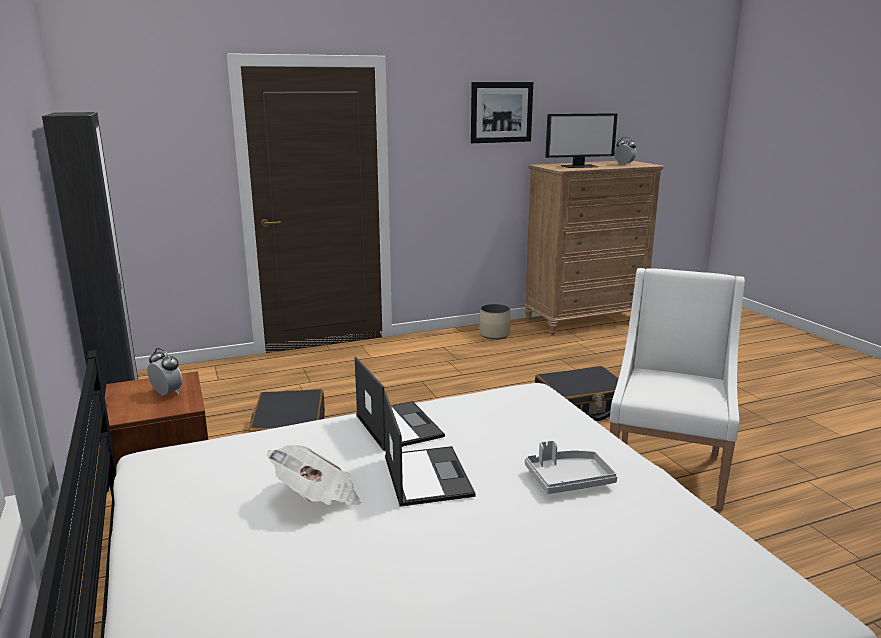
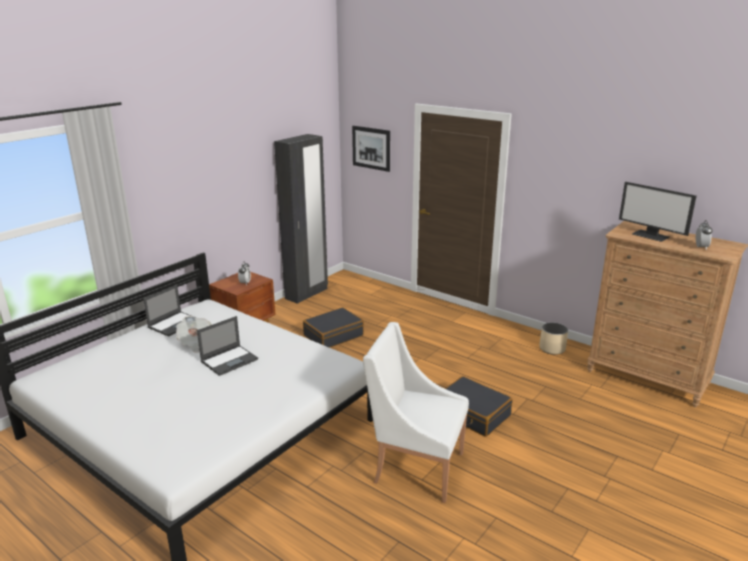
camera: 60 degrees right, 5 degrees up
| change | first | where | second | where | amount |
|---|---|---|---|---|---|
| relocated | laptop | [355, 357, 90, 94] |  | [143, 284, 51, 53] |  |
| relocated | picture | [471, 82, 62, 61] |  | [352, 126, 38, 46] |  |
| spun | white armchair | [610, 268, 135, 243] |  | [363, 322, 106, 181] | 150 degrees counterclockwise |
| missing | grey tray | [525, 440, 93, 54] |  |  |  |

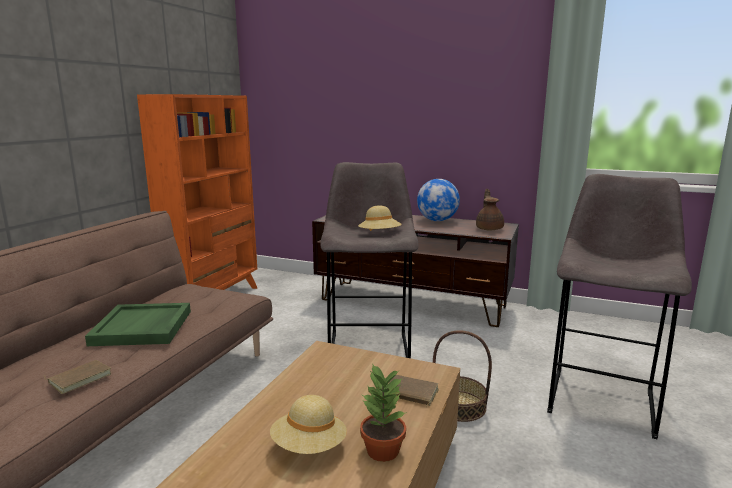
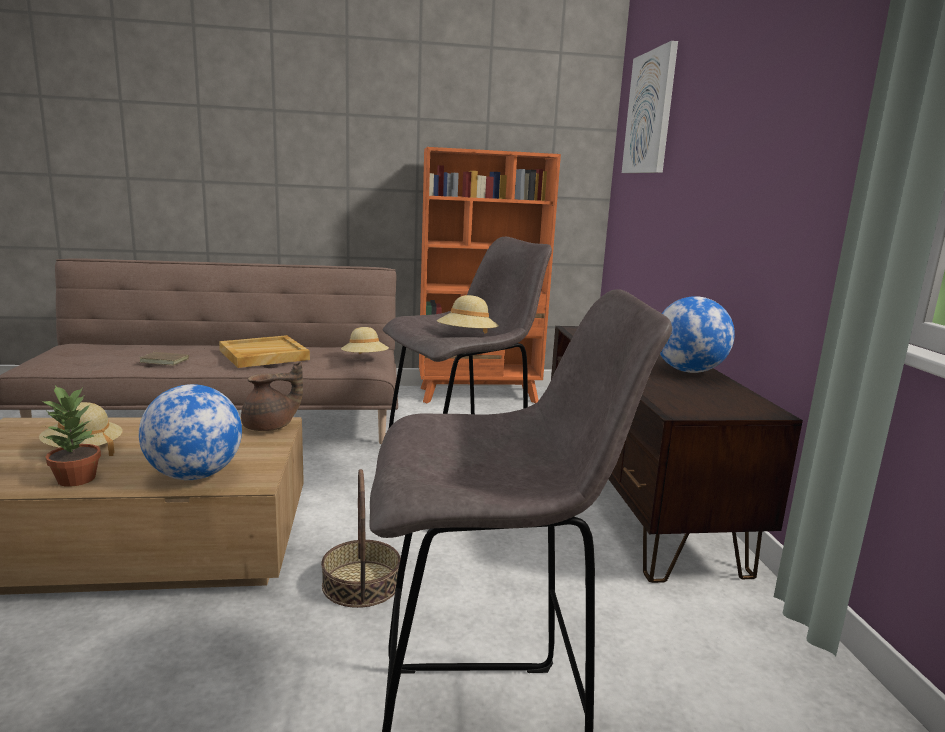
camera: 60 degrees right, 0 degrees up
| change | first | where | second | where | amount |
|---|---|---|---|---|---|
| exchanged | brown book | [388, 375, 51, 33] | globe | [139, 384, 103, 96] |  |
| colour | green tray | [85, 303, 106, 43] | beige tray | [219, 335, 91, 33] |  |
| relocated | brown teapot | [476, 189, 28, 42] |  | [241, 361, 62, 70] |  |
| appeared |  |  | beige hat | [341, 327, 48, 27] |  |
| appeared |  |  | picture | [622, 41, 56, 132] |  |

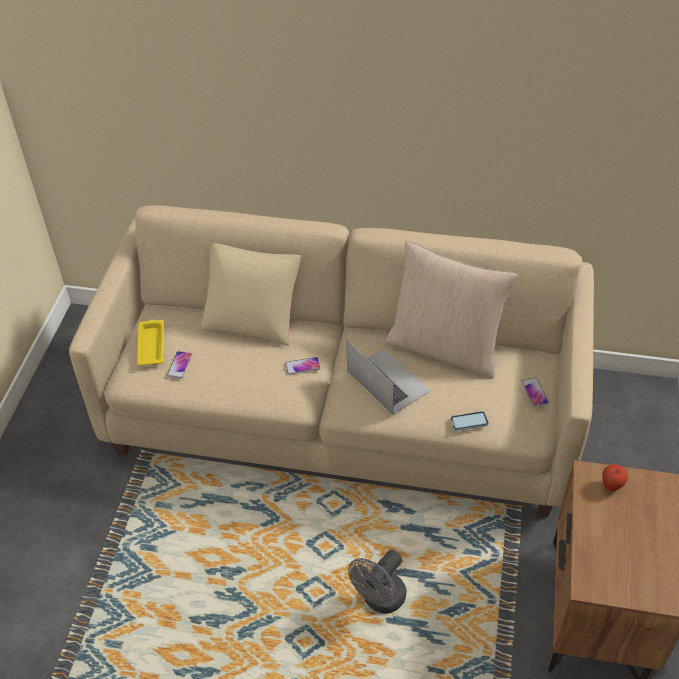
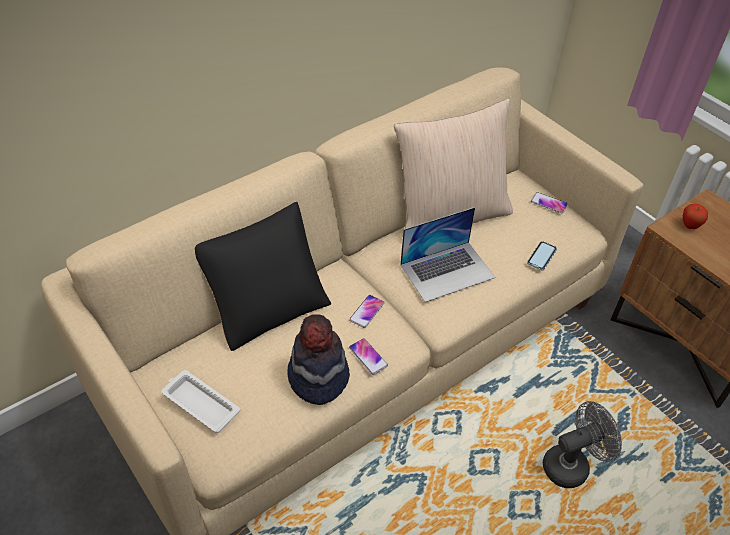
camera: 50 degrees left, 0 degrees up
| change | first | where | second | where | amount |
|---|---|---|---|---|---|
| colour | yellow tray | [137, 319, 27, 47] | white tray | [161, 370, 79, 63] |  |
| colour | beige pillow | [201, 243, 100, 103] | black pillow | [195, 202, 136, 149] |  |
| appeared |  |  | hat | [287, 314, 63, 91] |  |
| relocated | phone | [167, 351, 25, 28] |  | [349, 338, 39, 37] |  |
| spun | laptop | [347, 340, 83, 75] |  | [400, 207, 96, 95] | 150 degrees clockwise |
| spun | grey fan | [348, 550, 58, 64] |  | [543, 401, 79, 87] | 105 degrees counterclockwise |

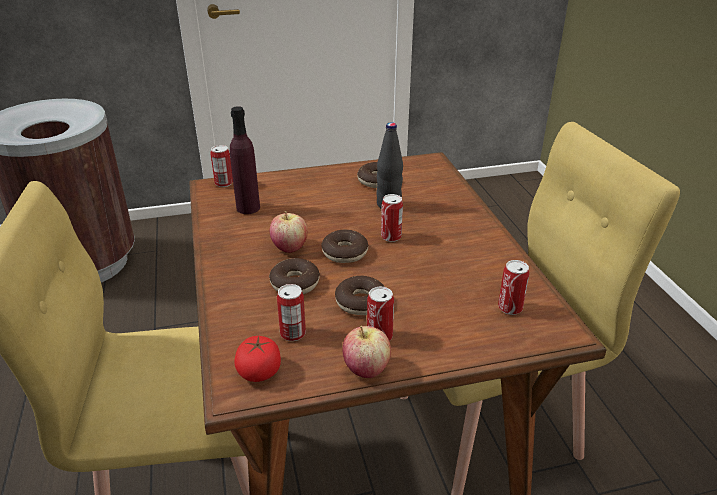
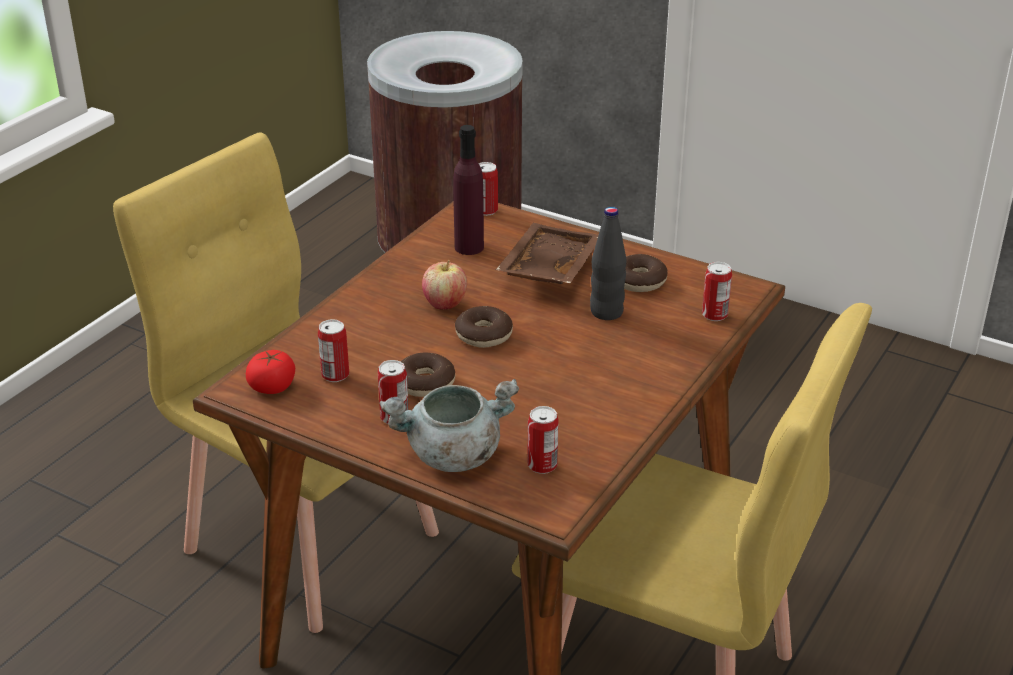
camera: 45 degrees right, 0 degrees up
| change | first | where | second | where | amount |
|---|---|---|---|---|---|
| appeared |  |  | grey cooking pot | [380, 379, 139, 93] |  |
| appeared |  |  | brown tray | [496, 223, 102, 61] |  |
| relocated | can | [381, 194, 22, 48] |  | [702, 262, 30, 59] |  |
| missing | donut | [269, 258, 51, 36] |  |  |  |
| missing | apple | [343, 326, 48, 52] |  |  |  |

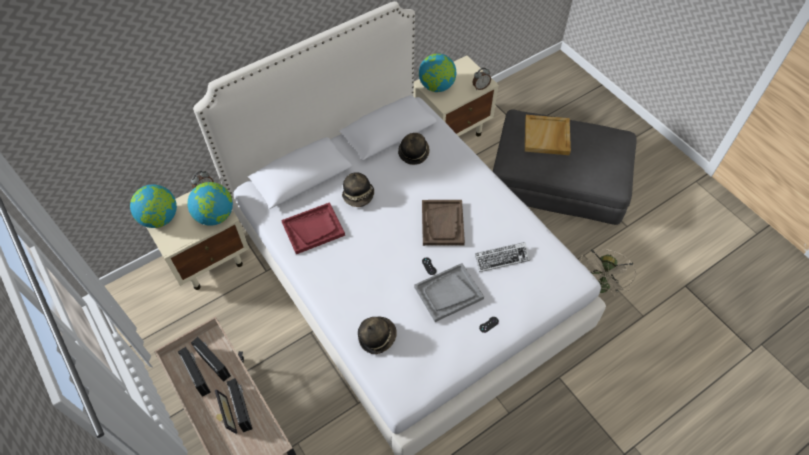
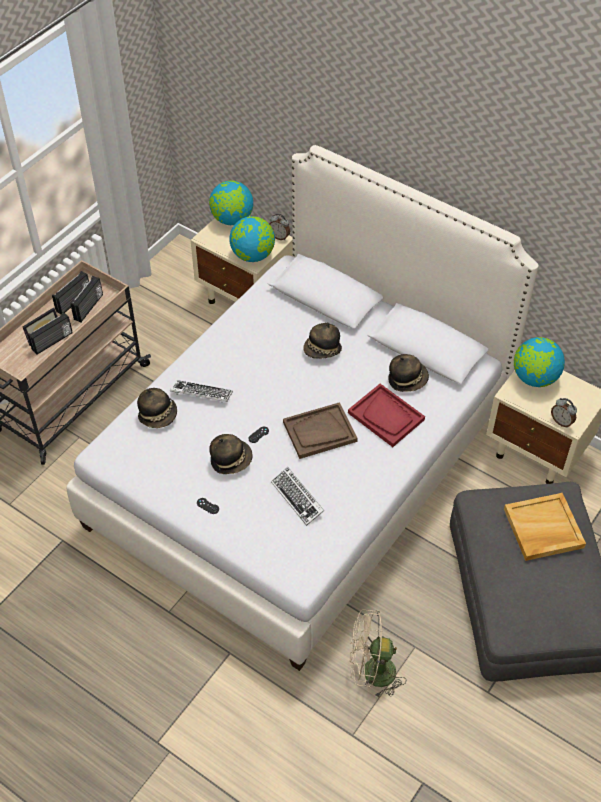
camera: 70 degrees right, 5 degrees down
| change | first | where | second | where | amount |
|---|---|---|---|---|---|
| appeared |  |  | keyboard | [170, 380, 63, 23] |  |
| exchanged | grey tray | [414, 263, 70, 59] | hat | [209, 434, 44, 40] |  |
| relocated | red tray | [281, 202, 64, 52] |  | [348, 384, 77, 63] |  |

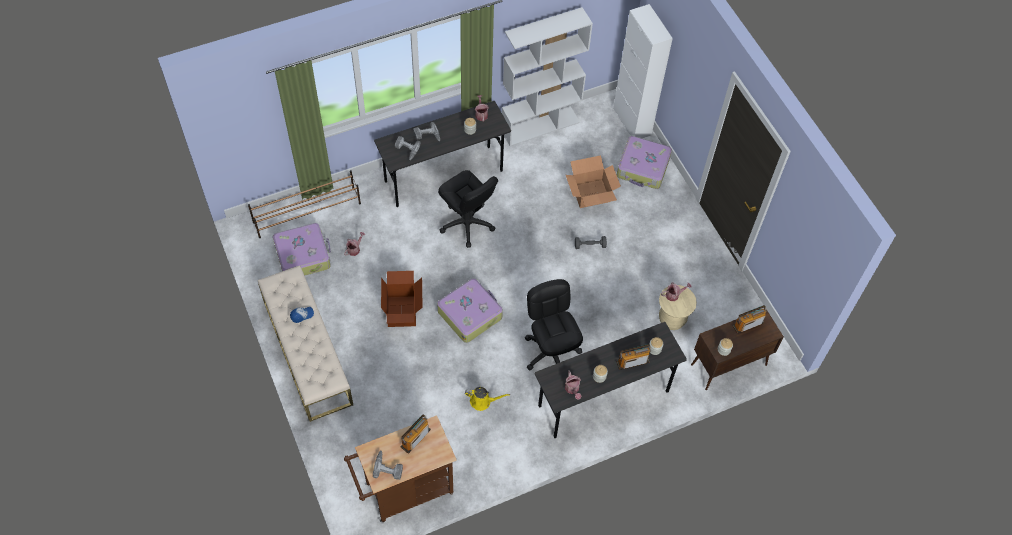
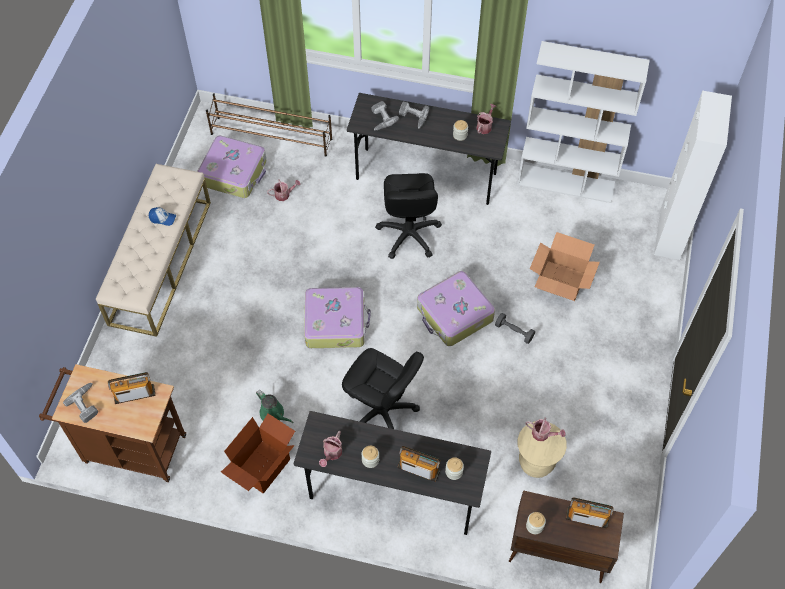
camera: 40 degrees right, 0 degrees up
| change | first | where | second | where | amount |
|---|---|---|---|---|---|
| relocated | cardboard box | [381, 271, 42, 56] |  | [221, 414, 74, 80] |  |
| colour | yellow watering can | [465, 387, 45, 24] | green watering can | [256, 390, 37, 33] |  |
| spun | black office chair | [525, 279, 58, 91] |  | [342, 348, 82, 81] | 105 degrees clockwise |
| relocated | suitcase | [617, 136, 55, 53] |  | [417, 271, 78, 75] |  |

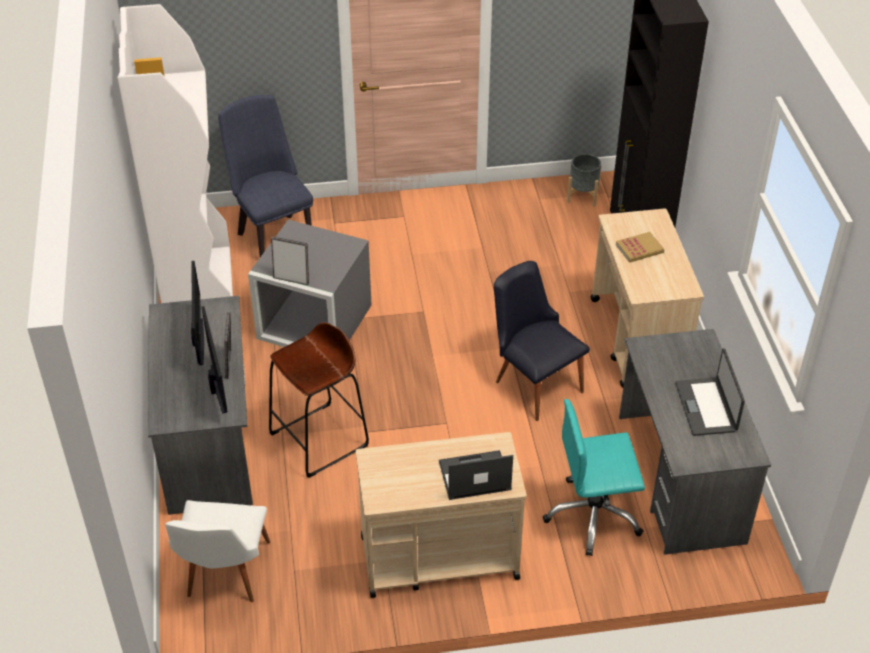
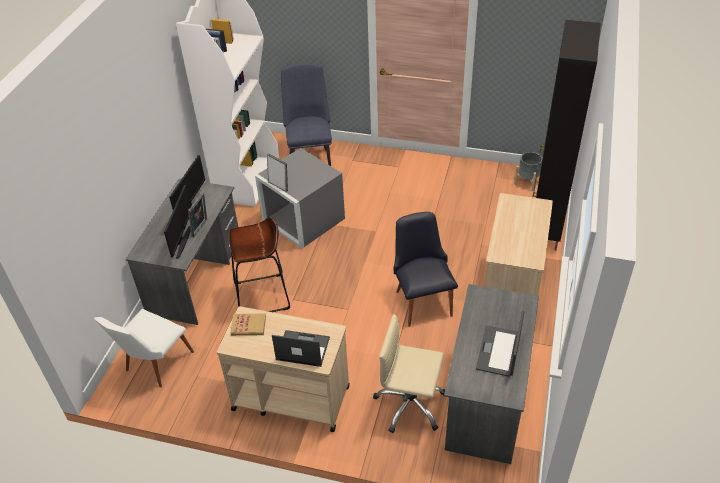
camera: 25 degrees right, 0 degrees up
| change | first | where | second | where | amount |
|---|---|---|---|---|---|
| relocated | book | [616, 232, 48, 31] |  | [230, 314, 36, 22] |  |
| colour | turquoise office chair | [543, 399, 102, 157] | beige office chair | [373, 314, 72, 119] |  |

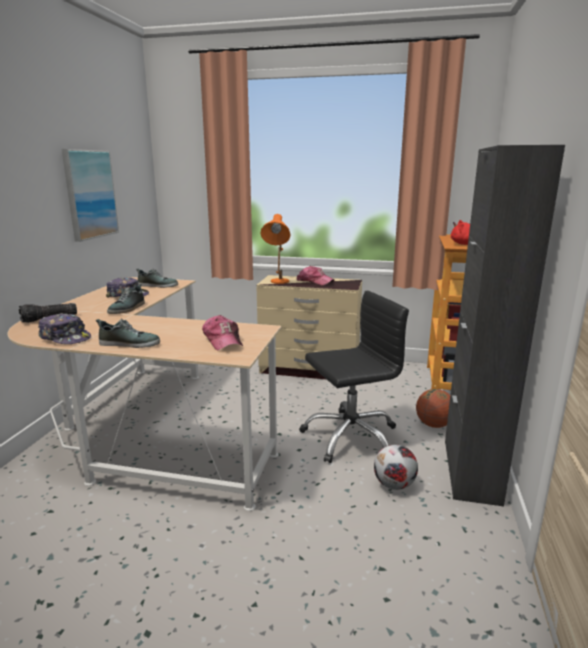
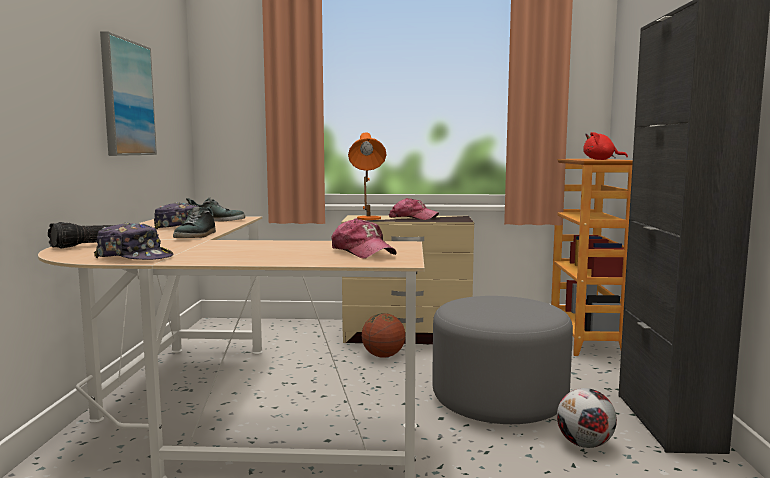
camera: 10 degrees left, 10 degrees down
| change | first | where | second | where | amount |
|---|---|---|---|---|---|
| relocated | basketball | [416, 389, 34, 39] |  | [362, 313, 43, 45] |  |
| exchanged | black office chair | [300, 290, 109, 173] | grey ottoman | [432, 296, 141, 128] |  |
| missing | shoe | [96, 319, 64, 29] |  |  |  |

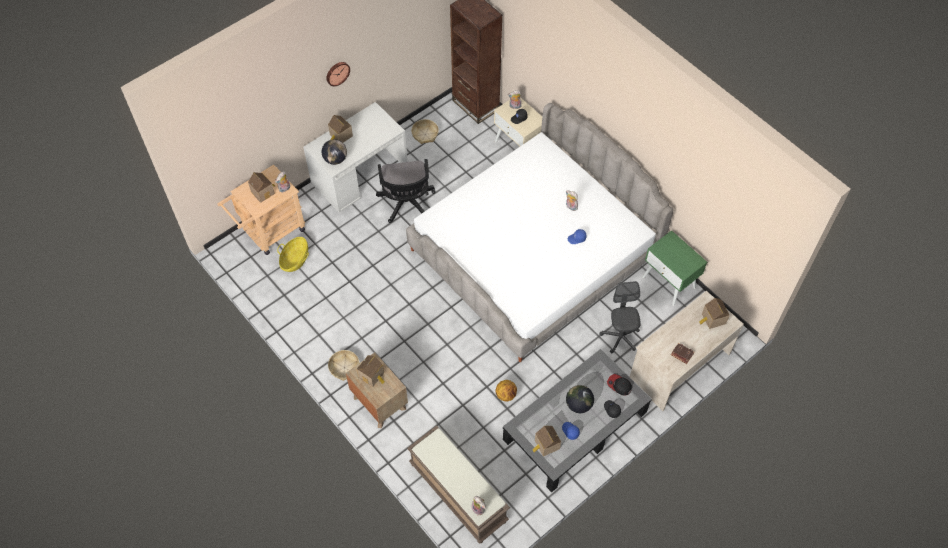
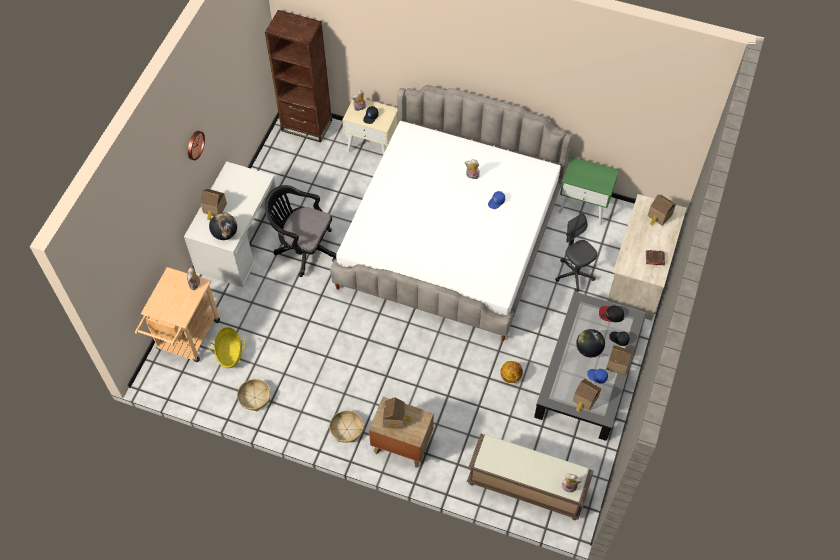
camera: 30 degrees left, 0 degrees up
| change | first | where | second | where | amount |
|---|---|---|---|---|---|
| relocated | basket | [411, 119, 28, 25] |  | [237, 379, 34, 32] |  |
| spun | black office chair | [376, 159, 60, 64] |  | [265, 185, 71, 92] | 150 degrees clockwise |
| relocated | toy house | [248, 172, 28, 31] |  | [606, 345, 26, 30] |  |

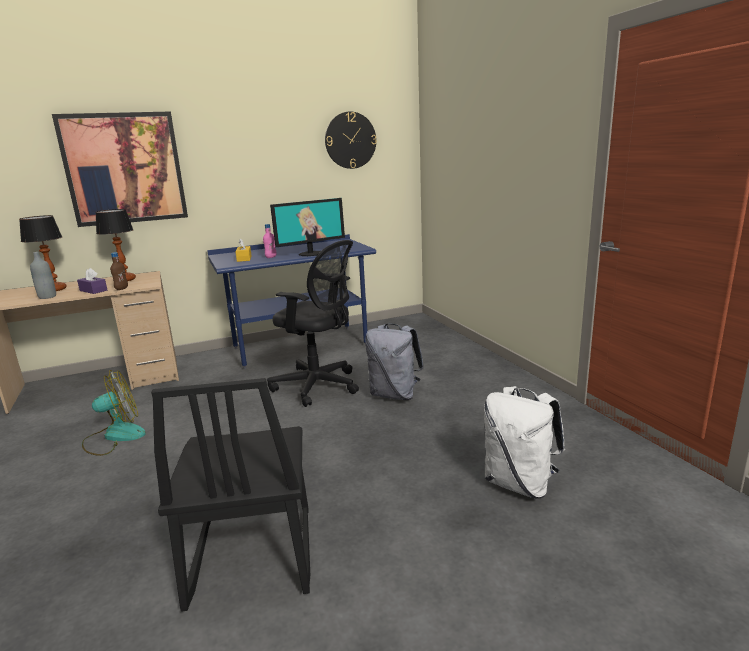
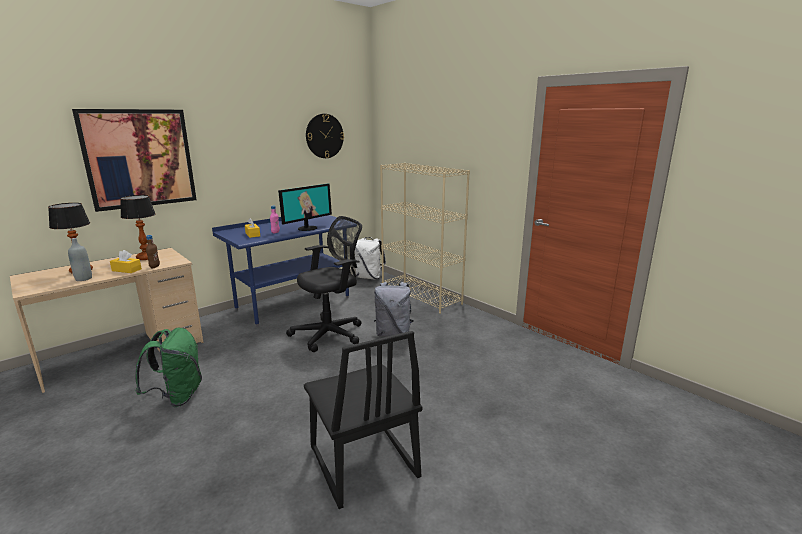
camera: 20 degrees left, 0 degrees up
| change | first | where | second | where | amount |
|---|---|---|---|---|---|
| colour | purple tissue box | [77, 268, 30, 26] | yellow tissue box | [110, 250, 32, 23] |  |
| exchanged | fan | [82, 370, 64, 86] | green backpack | [135, 328, 67, 79] |  |
| spun | black office chair | [267, 240, 92, 167] |  | [286, 216, 76, 136] | 45 degrees counterclockwise |
| relocated | white backpack | [484, 386, 81, 113] |  | [355, 237, 31, 42] |  |
| appeared |  |  | beige bookcase | [380, 163, 90, 151] |  |

